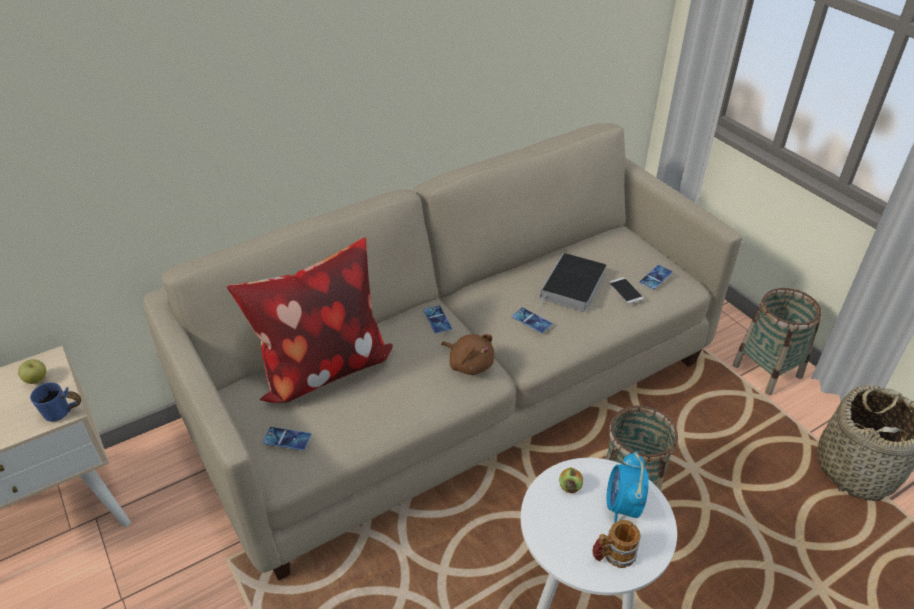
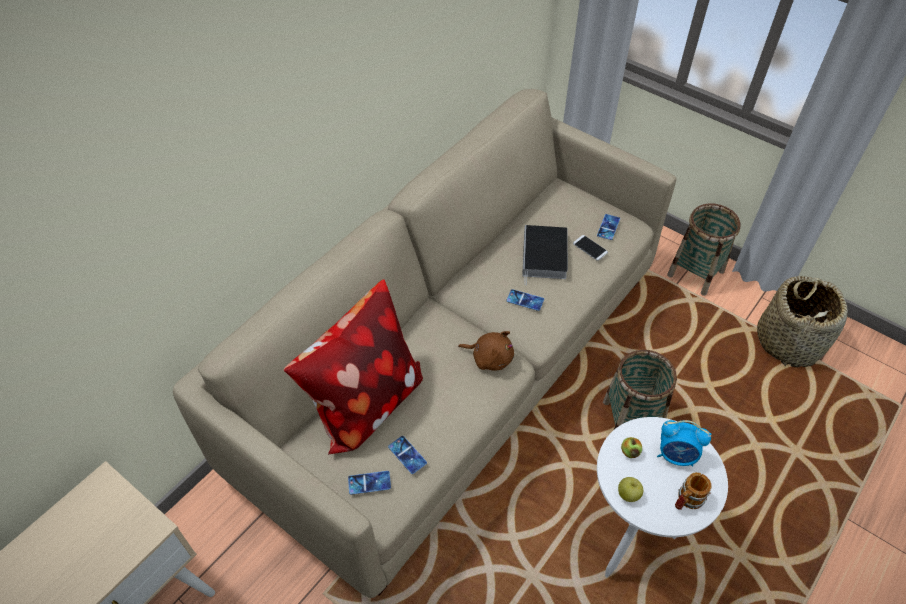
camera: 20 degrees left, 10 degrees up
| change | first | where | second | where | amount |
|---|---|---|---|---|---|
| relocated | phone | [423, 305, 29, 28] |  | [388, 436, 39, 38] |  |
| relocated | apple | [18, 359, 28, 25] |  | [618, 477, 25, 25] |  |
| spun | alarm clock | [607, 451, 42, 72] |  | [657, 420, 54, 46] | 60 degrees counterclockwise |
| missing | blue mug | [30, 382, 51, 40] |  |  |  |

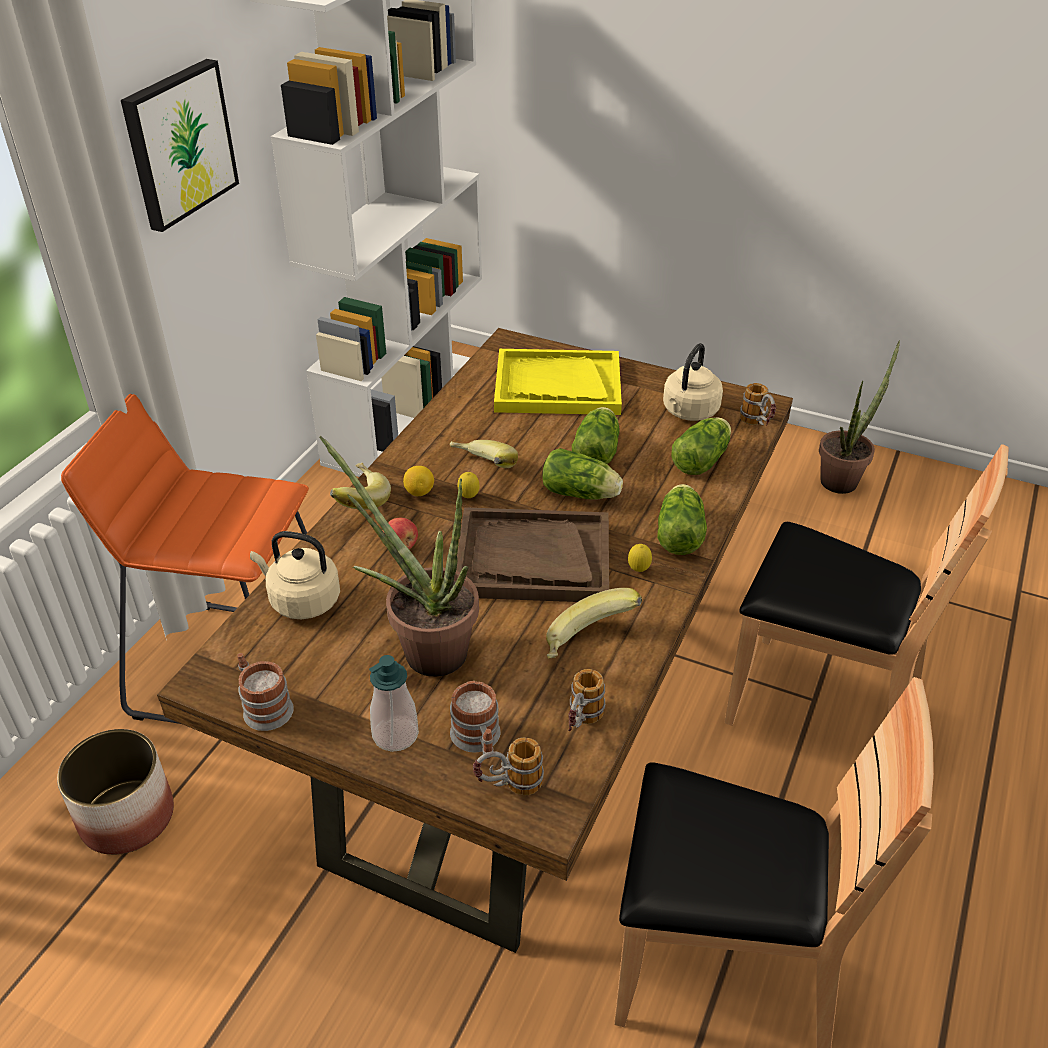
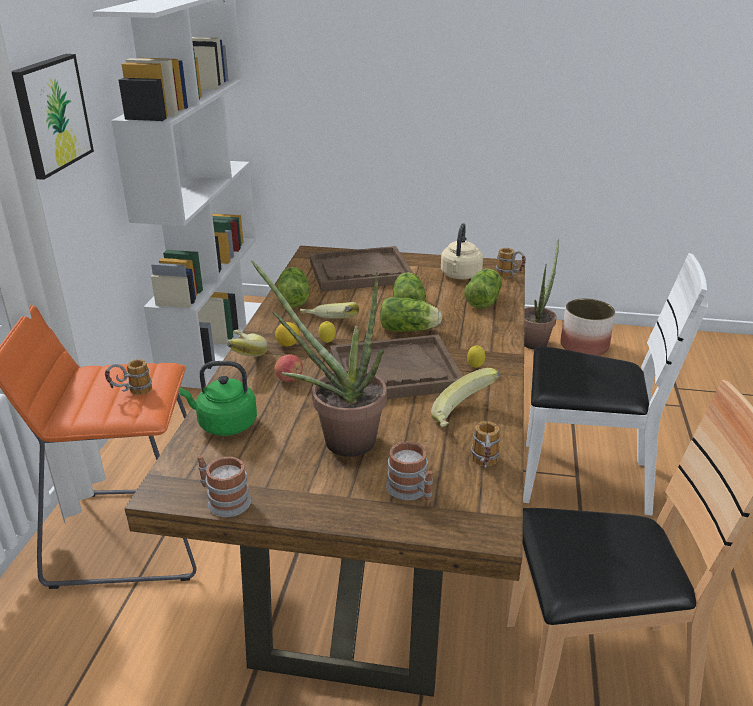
camera: 15 degrees left, 10 degrees down
| change | first | where | second | where | amount |
|---|---|---|---|---|---|
| relocated | mug | [473, 738, 71, 57] |  | [105, 359, 47, 36] |  |
| colour | beige kettle | [250, 531, 90, 88] | green kettle | [179, 361, 78, 75] |  |
| relocated | lettuce | [657, 484, 50, 71] |  | [277, 267, 33, 41] |  |
| colour | yellow tray | [494, 349, 128, 66] | brown tray | [310, 246, 104, 46] |  |
| colour | brown chair | [724, 444, 285, 282] | white chair | [523, 253, 185, 263] |  |
| relocated | planter | [57, 729, 117, 126] |  | [560, 298, 55, 58] |  |
| missing | soap dispenser | [369, 655, 50, 97] |  |  |  |

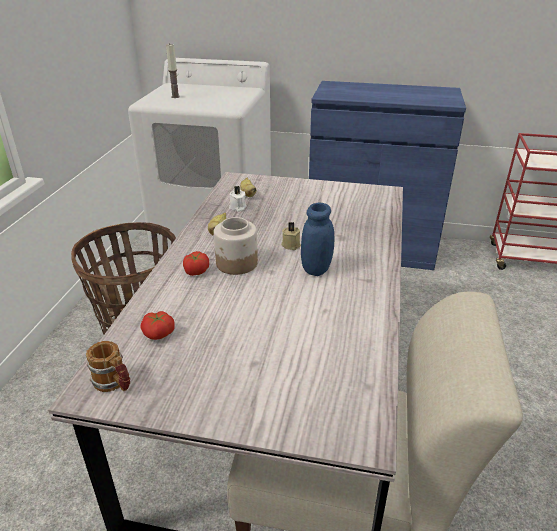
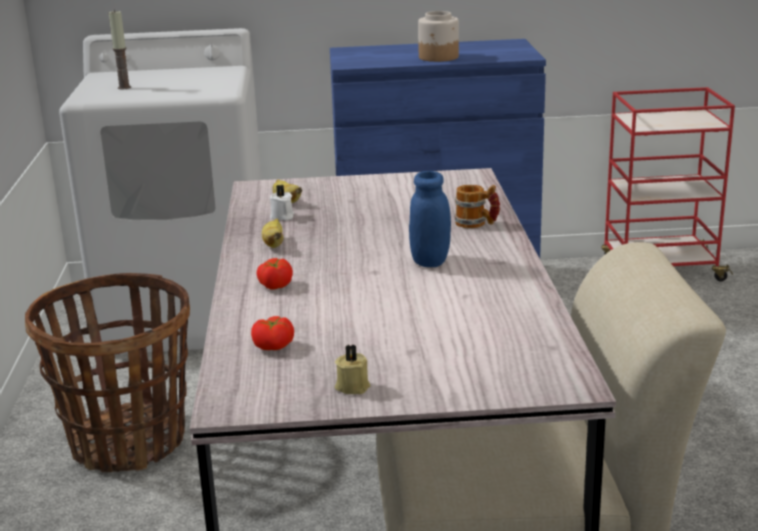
camera: 15 degrees left, 10 degrees down
| change | first | where | second | where | amount |
|---|---|---|---|---|---|
| relocated | beige candle | [281, 222, 20, 28] |  | [335, 345, 35, 49] |  |
| relocated | jar | [214, 217, 44, 58] |  | [418, 11, 41, 51] |  |
| relocated | mug | [86, 341, 44, 51] |  | [454, 185, 46, 43] |  |

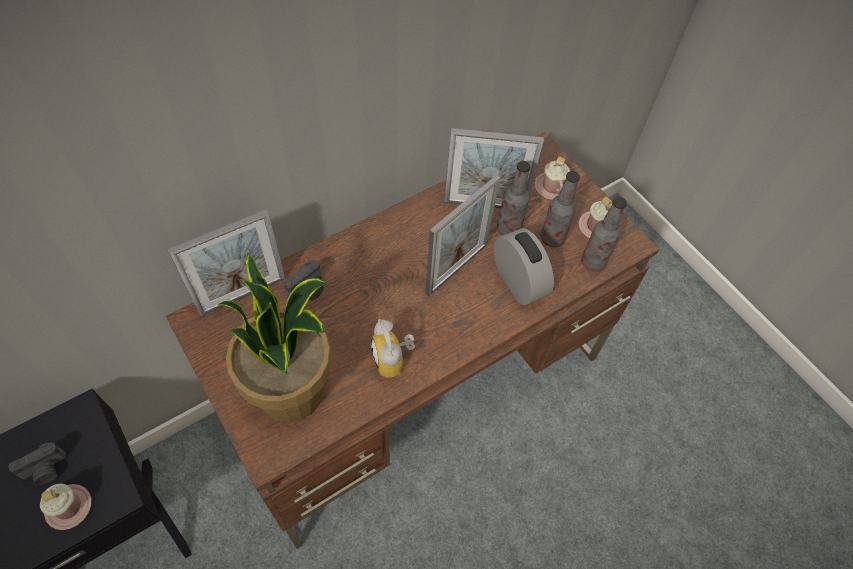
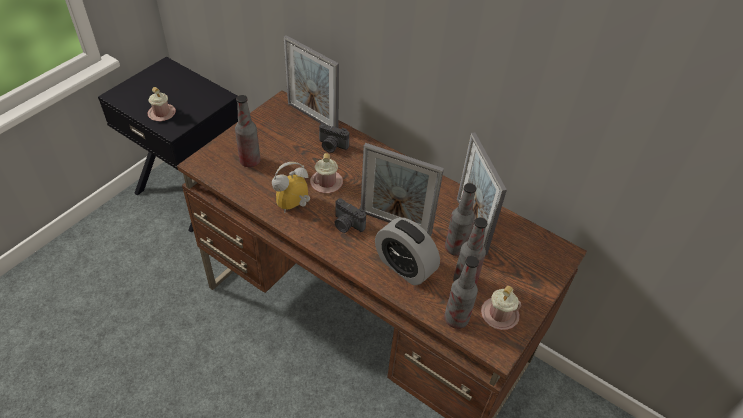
camera: 70 degrees right, 10 degrees down
| change | first | where | second | where | amount |
|---|---|---|---|---|---|
| exchanged | potted plant | [218, 252, 114, 170] | bottle | [235, 95, 26, 72] |  |
| relocated | pink mug | [535, 156, 35, 44] |  | [310, 153, 33, 40] |  |
| relocated | photo camera | [8, 442, 59, 43] |  | [334, 198, 32, 35] |  |
| spun | alarm clock | [494, 228, 60, 77] |  | [375, 218, 65, 67] | 90 degrees clockwise |

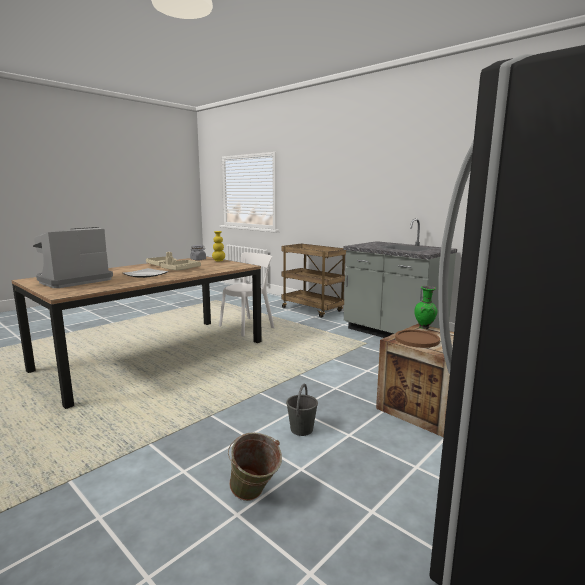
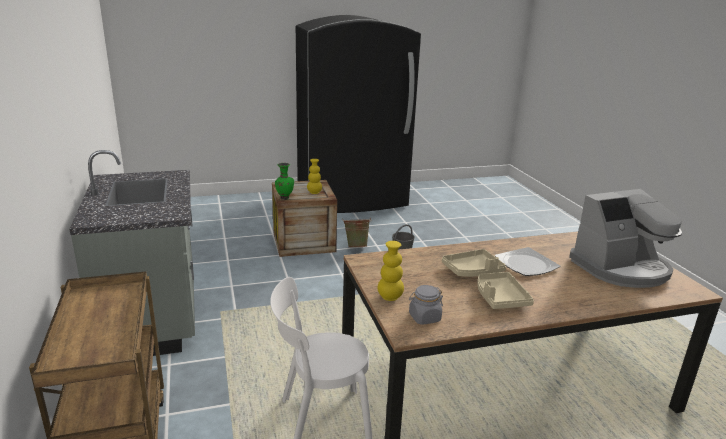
camera: 150 degrees left, 10 degrees up
| change | first | where | second | where | amount |
|---|---|---|---|---|---|
| exchanged | brown plate | [395, 330, 45, 18] | yellow vase | [307, 159, 15, 35] |  |
| relocated | green bucket | [228, 432, 54, 69] |  | [342, 217, 29, 31] |  |

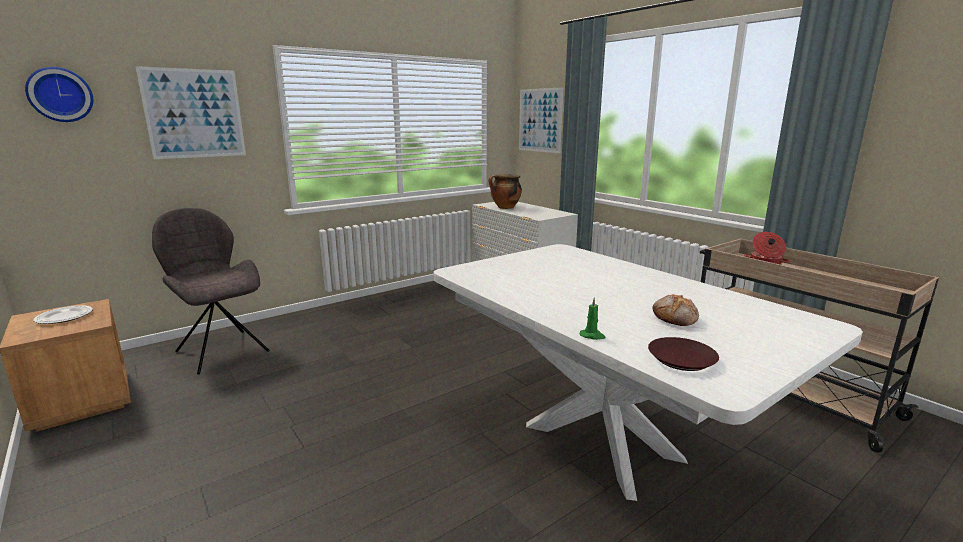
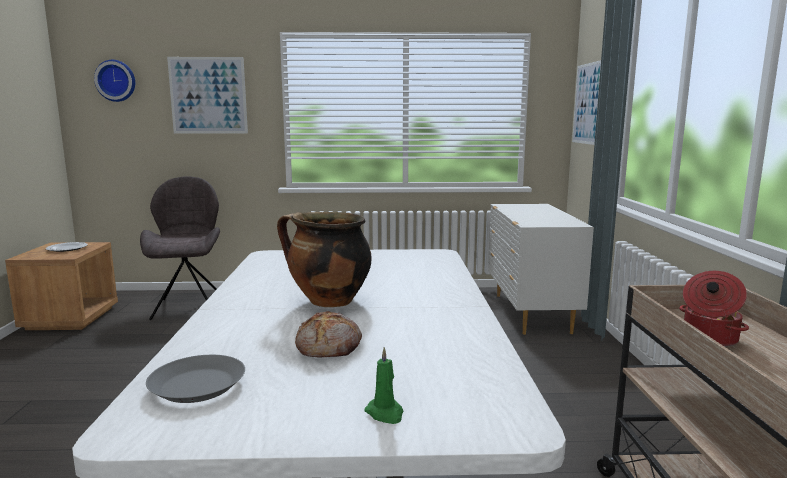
camera: 35 degrees right, 5 degrees down
| change | first | where | second | where | amount |
|---|---|---|---|---|---|
| colour | brown plate | [648, 337, 71, 34] | grey plate | [146, 355, 99, 48] |  |
| relocated | cooking pot | [489, 174, 33, 35] |  | [277, 212, 95, 95] |  |
| relocated | green candle | [580, 297, 26, 43] |  | [365, 347, 38, 77] |  |

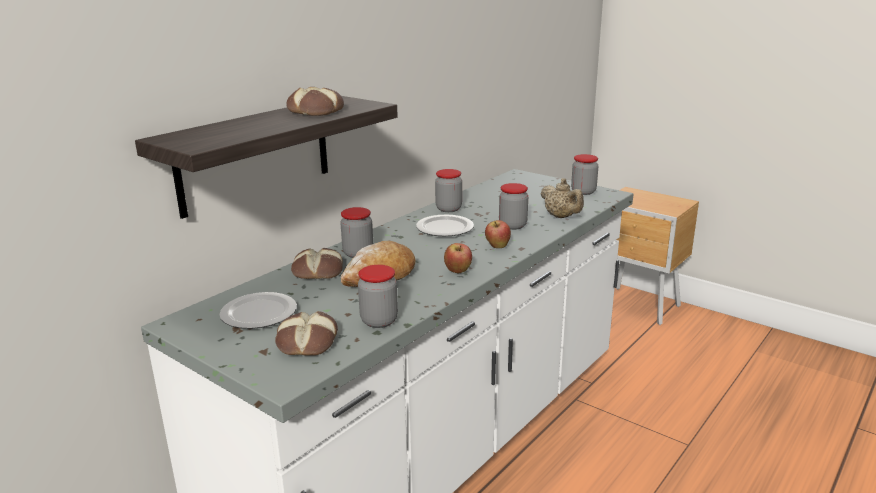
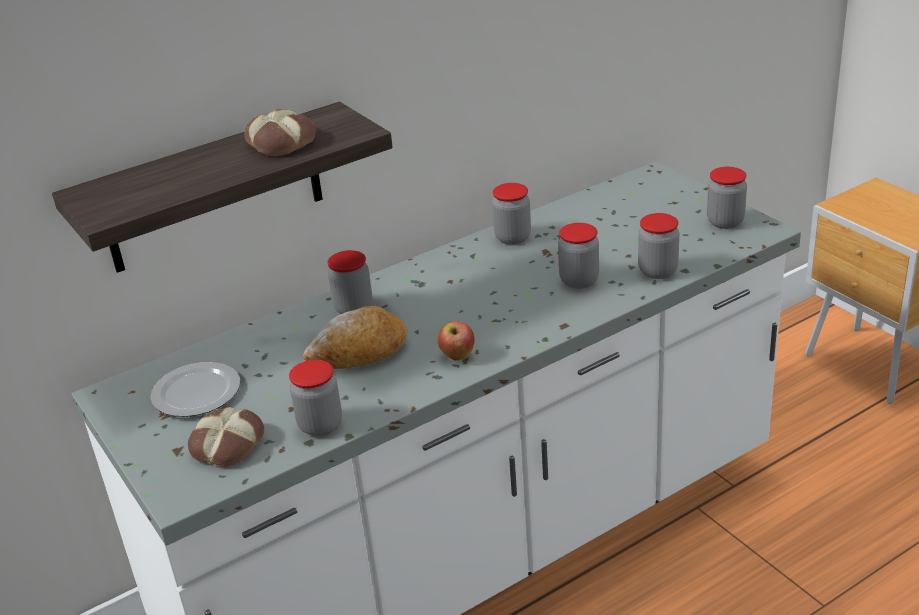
camera: 20 degrees right, 10 degrees up
| change | first | where | second | where | amount |
|---|---|---|---|---|---|
| exchanged | beige teapot | [541, 178, 43, 40] | jar | [638, 213, 41, 66] |  |
| missing | bread | [291, 248, 52, 31] |  |  |  |
| missing | plate | [416, 215, 58, 21] |  |  |  |
| missing | apple | [485, 220, 26, 28] |  |  |  |

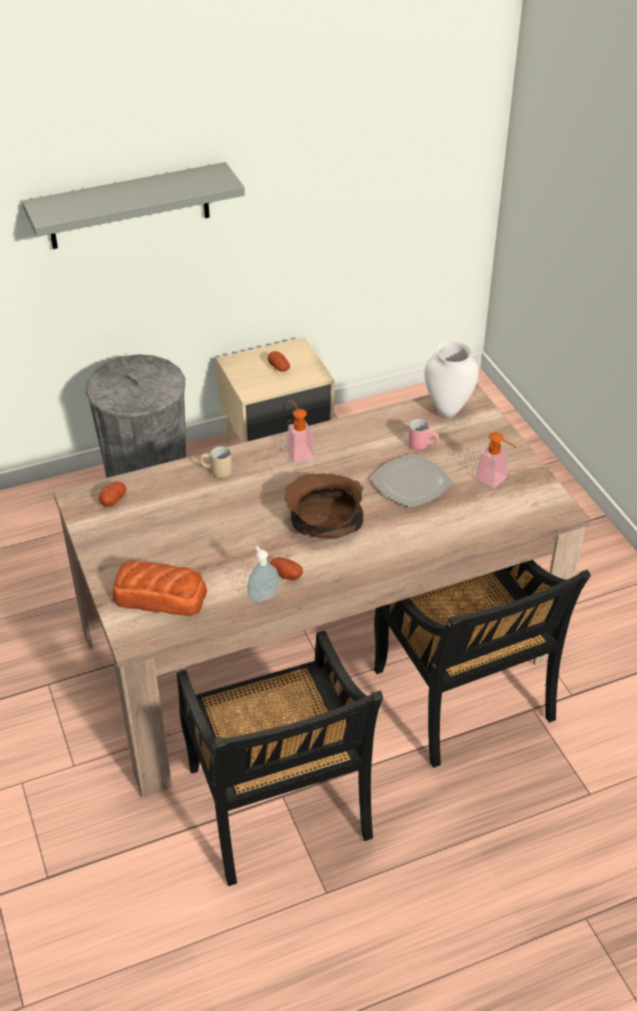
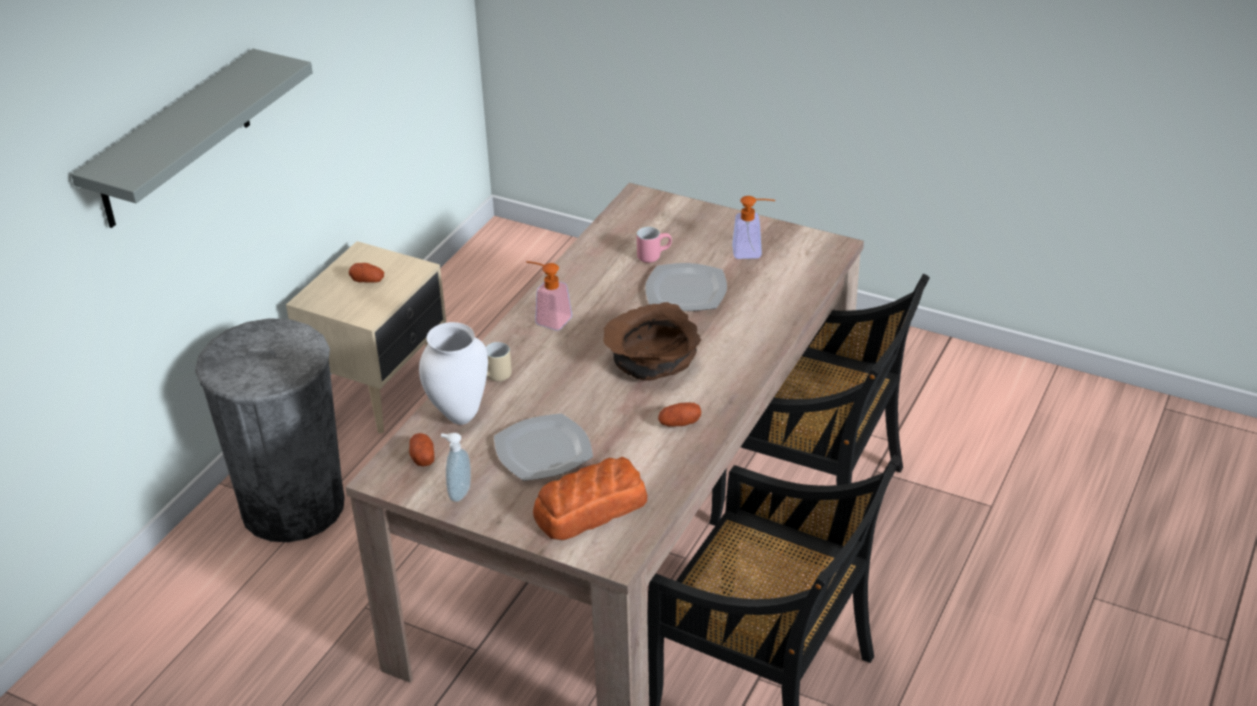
camera: 40 degrees left, 5 degrees down
| change | first | where | second | where | amount |
|---|---|---|---|---|---|
| relocated | white vase | [424, 341, 55, 77] |  | [419, 322, 69, 103] |  |
| relocated | soap dispenser | [247, 547, 32, 55] |  | [441, 433, 30, 69] |  |
| appeared |  |  | plate | [494, 413, 99, 68] |  |

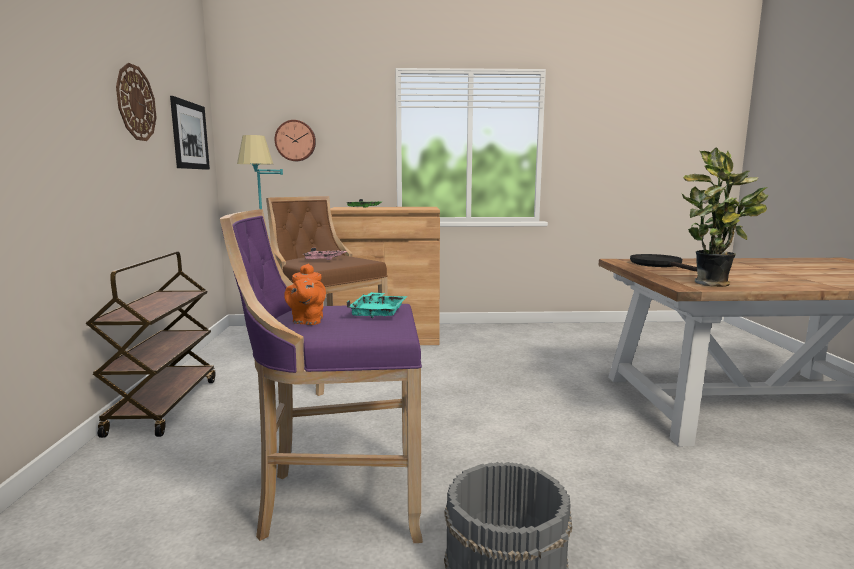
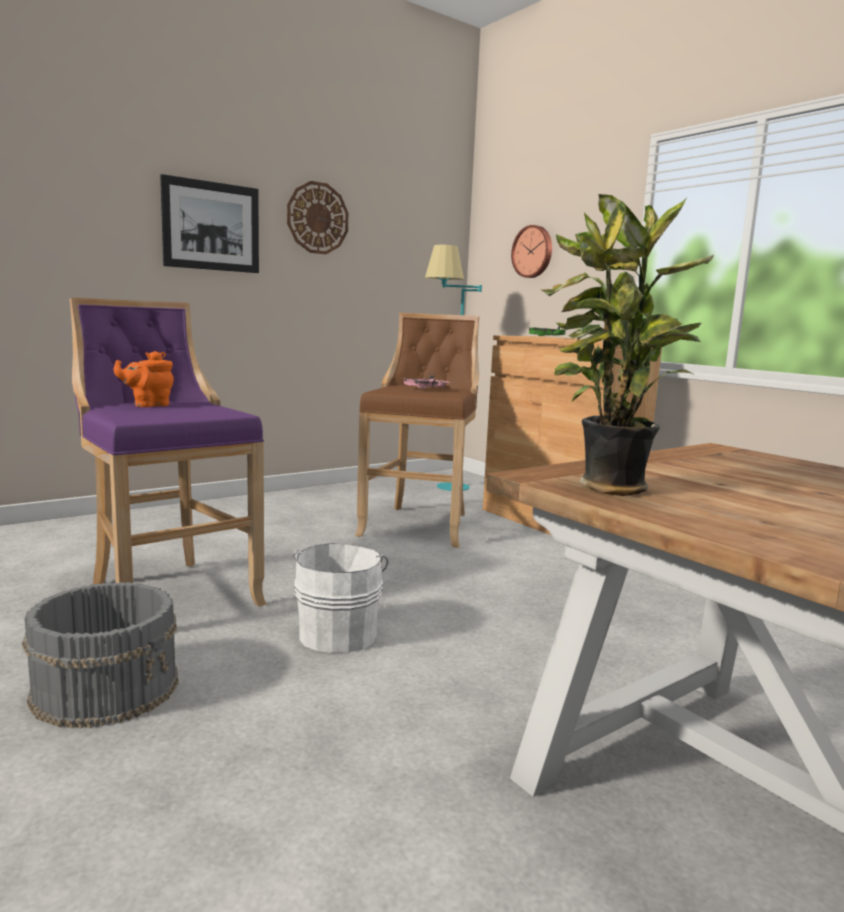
camera: 55 degrees right, 0 degrees up
| change | first | where | second | where | amount |
|---|---|---|---|---|---|
| relocated | picture | [170, 96, 40, 74] |  | [160, 174, 99, 99] |  |
| appeared |  |  | white bucket | [293, 543, 95, 110] |  |
| missing | brown cart | [86, 252, 129, 186] |  |  |  |
| missing | turquoise tray | [346, 292, 61, 26] |  |  |  |
| missing | black frying pan | [630, 254, 67, 17] |  |  |  |

